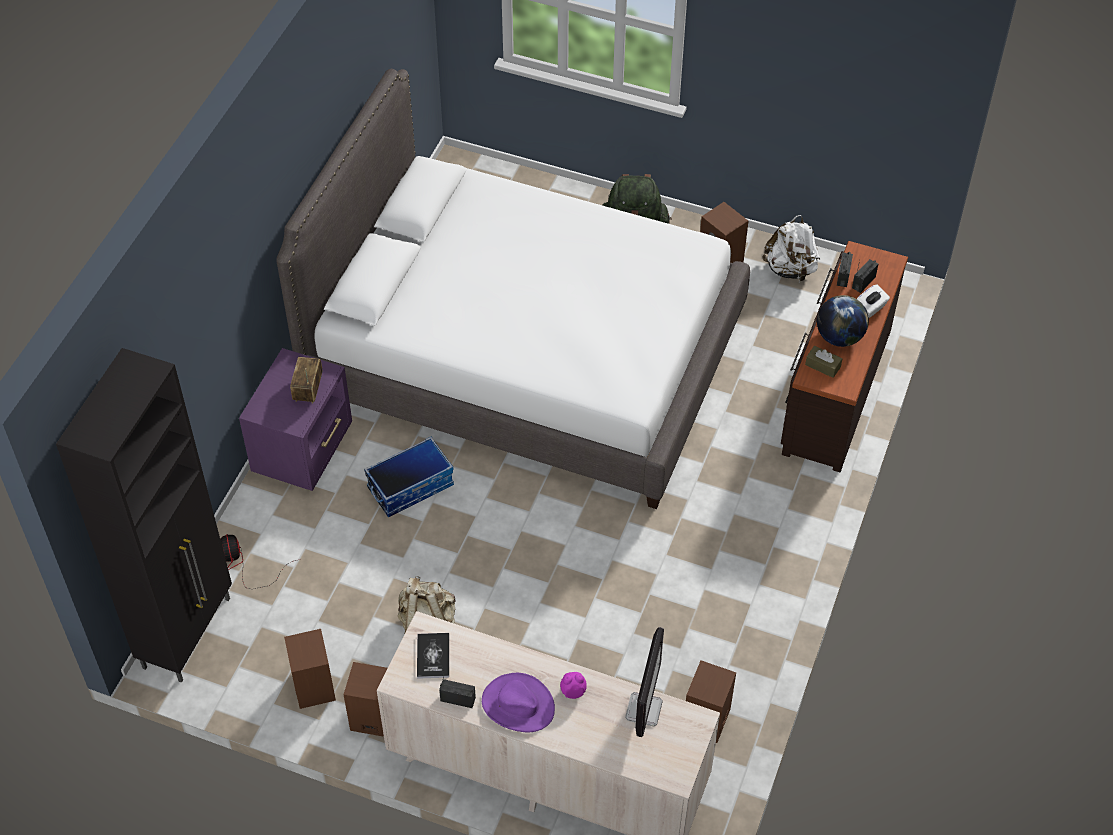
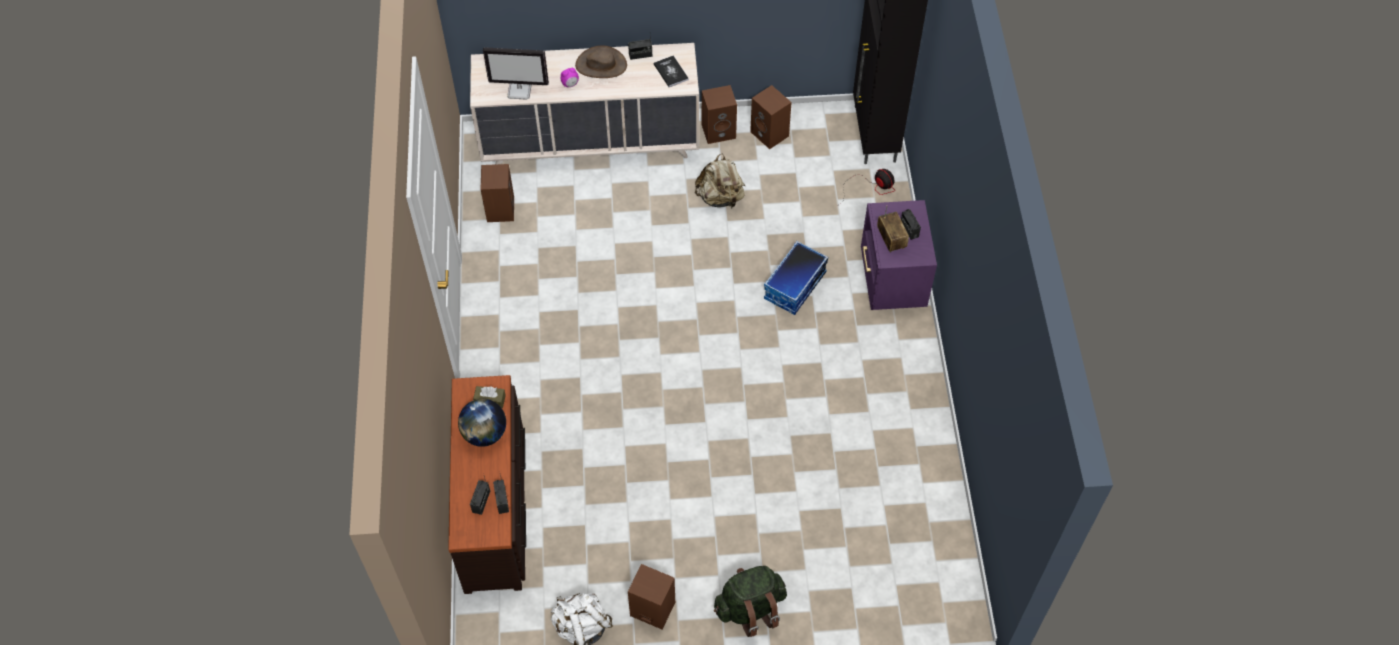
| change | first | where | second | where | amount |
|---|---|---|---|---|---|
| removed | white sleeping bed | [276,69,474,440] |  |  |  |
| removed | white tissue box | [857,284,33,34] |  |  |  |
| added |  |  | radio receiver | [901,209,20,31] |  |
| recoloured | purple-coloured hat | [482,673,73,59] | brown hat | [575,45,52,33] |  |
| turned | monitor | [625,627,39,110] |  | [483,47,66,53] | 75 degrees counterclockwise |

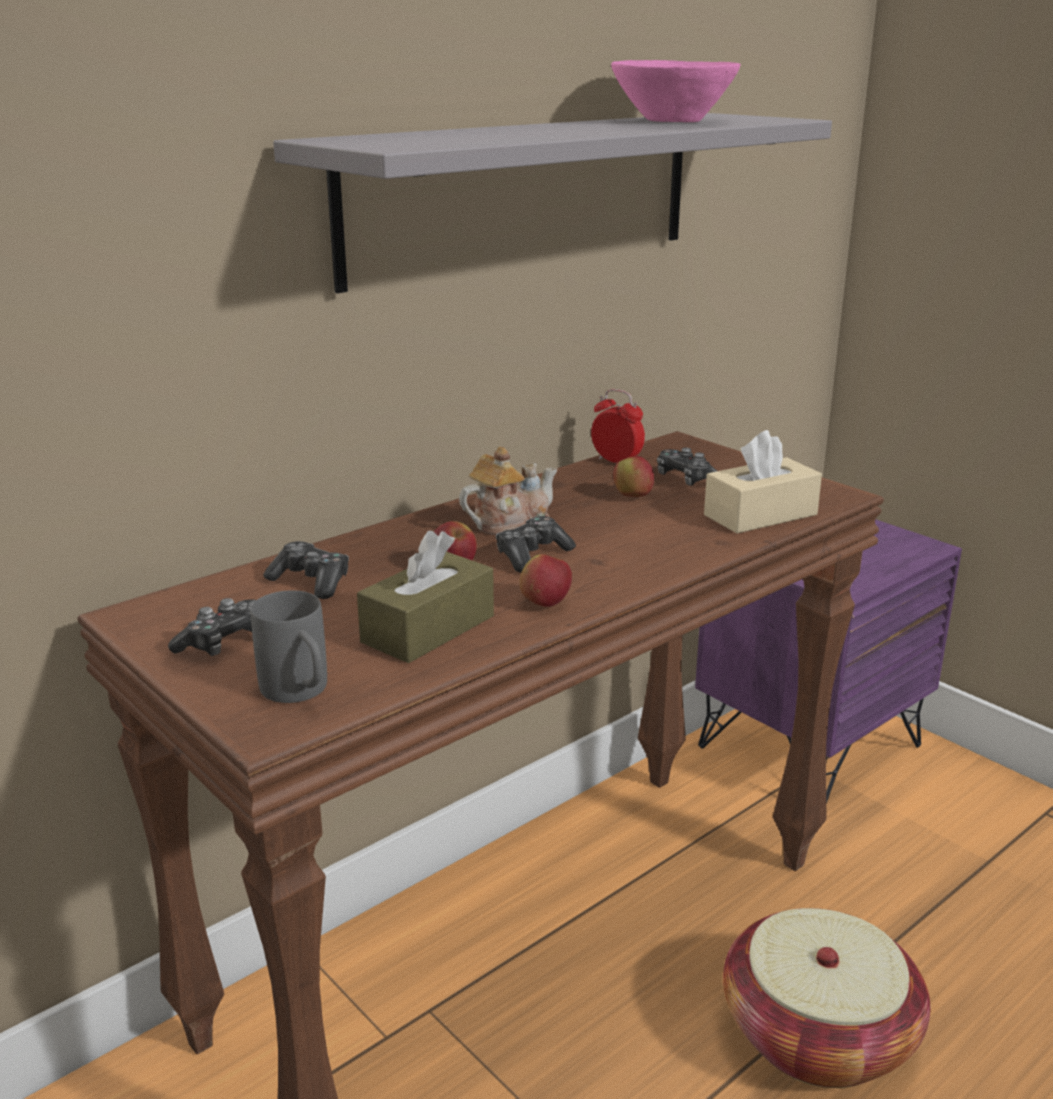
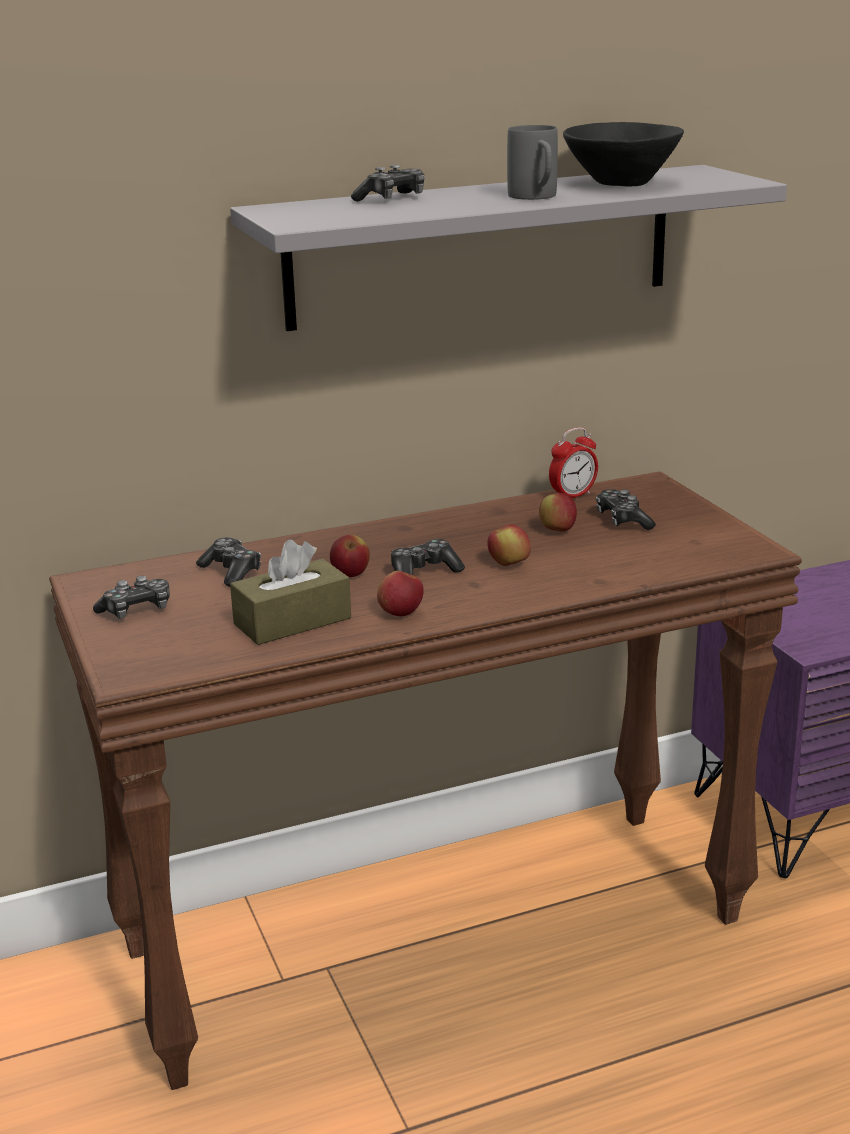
| change | first | where | second | where | amount |
|---|---|---|---|---|---|
| removed | pot for tea | [459,447,98,88] |  |  |  |
| removed | beige-coloured tissue box | [704,430,118,103] |  |  |  |
| removed | household basket | [723,908,207,180] |  |  |  |
| added |  |  | joypad | [351,165,74,37] |  |
| added |  |  | apple fruit | [487,524,44,42] |  |
| moved | greyish coffee mug | [251,590,76,113] |  | [507,125,51,75] |  |
| recoloured | pink bowl | [611,60,130,62] | blackish bowl | [563,122,121,64] |  |
| turned | table clock | [591,389,54,74] |  | [549,427,49,71] | 90 degrees clockwise |

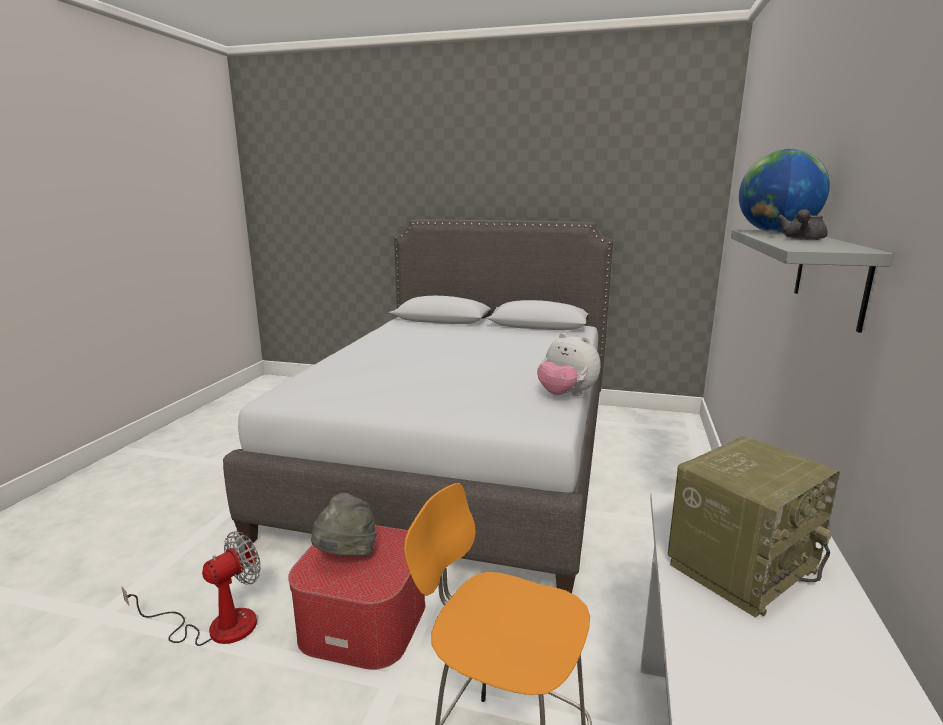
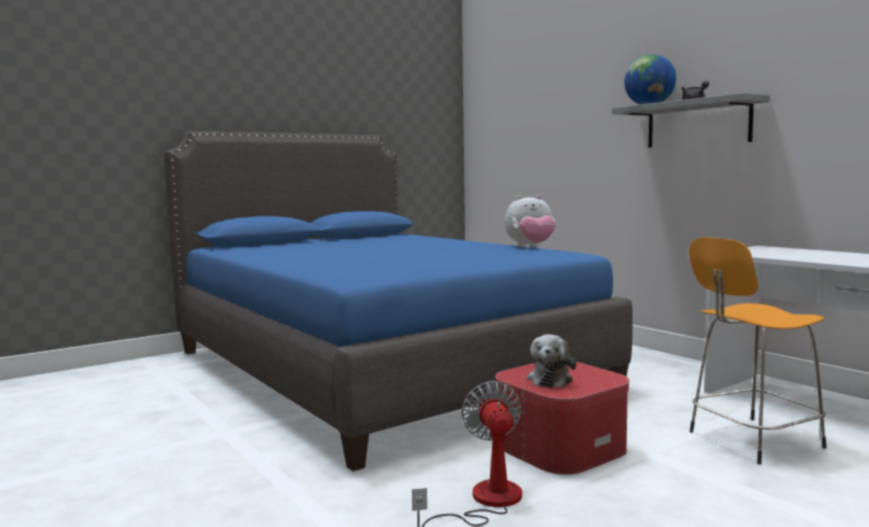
| change | first | where | second | where | amount |
|---|---|---|---|---|---|
| removed | radio receiver | [668,436,172,182] |  |  |  |
| replaced | greyish hat | [311,493,66,62] | cuddly toy | [527,334,49,54] |  |
| recoloured | greyish sleeping bed | [223,220,390,373] | blue-coloured sleeping bed | [164,131,469,340] |  |

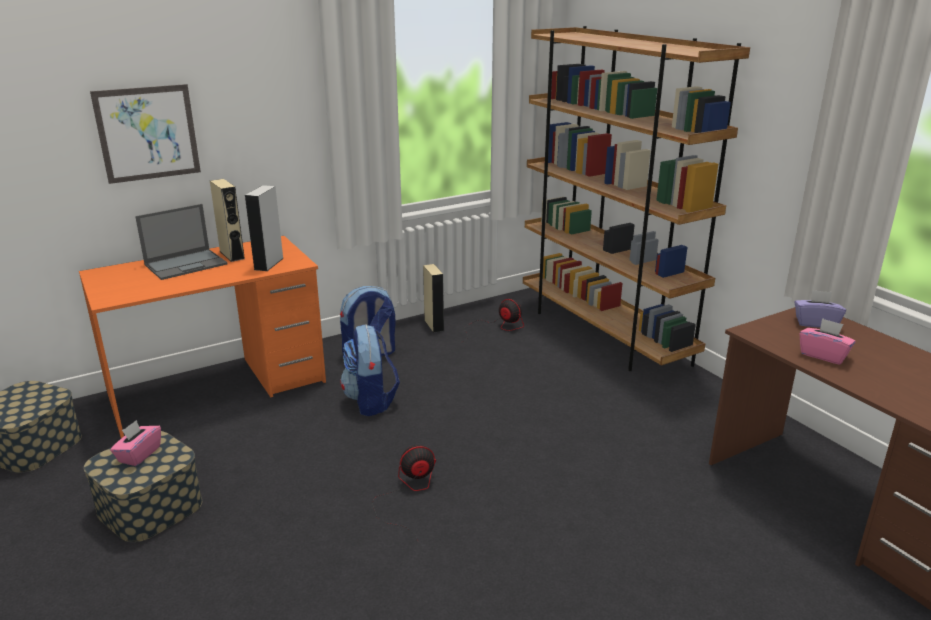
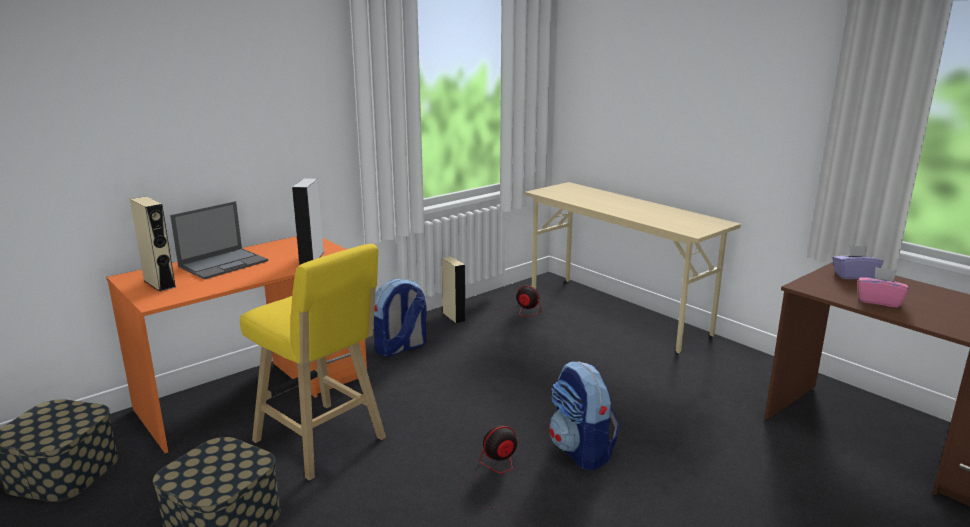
| change | first | where | second | where | amount |
|---|---|---|---|---|---|
| removed | picture | [90,84,111,100] |  |  |  |
| removed | pink tissue box | [110,420,51,46] |  |  |  |
| added |  |  | yellow sitting stool | [240,244,146,236] |  |
| moved | beige-coloured audio speaker | [210,179,35,83] |  | [130,196,46,96] |  |
| moved | knapsack | [340,324,60,92] |  | [549,361,71,109] |  |
| replaced | brown bookshelf | [523,26,227,345] | beige-coloured desk table | [525,182,216,171] |  |

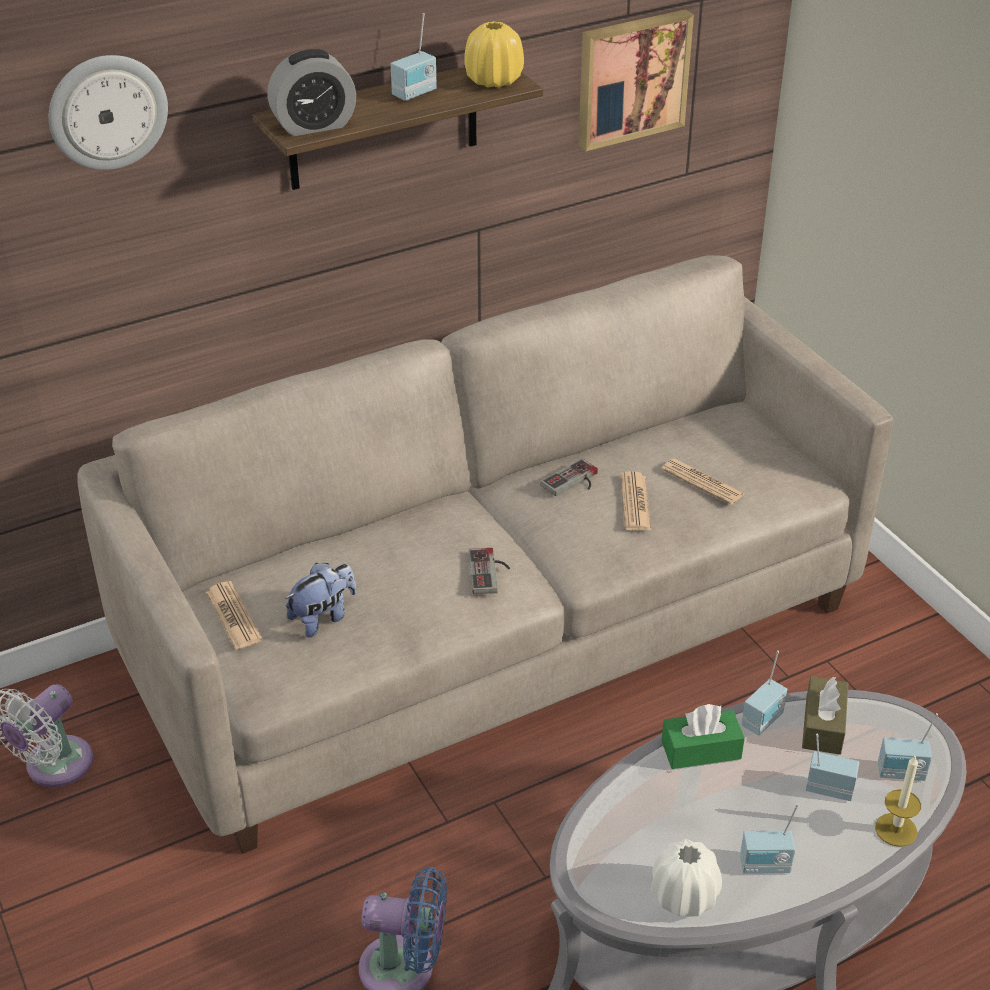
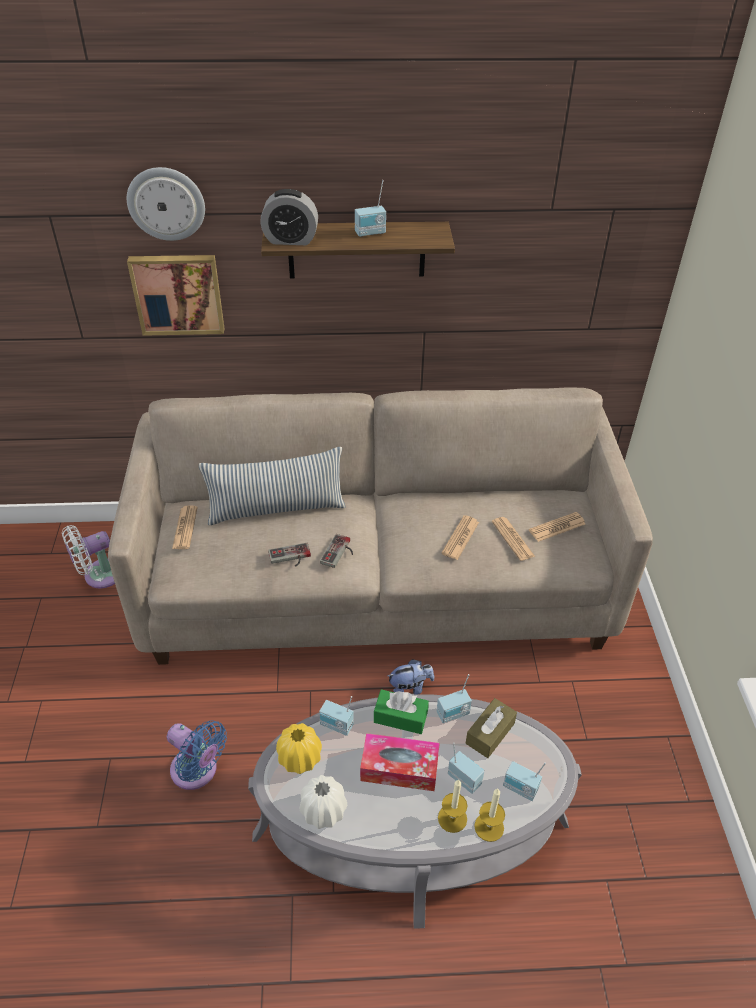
| change | first | where | second | where | amount |
|---|---|---|---|---|---|
| added |  |  | cushion | [199,447,147,78] |  |
| added |  |  | tissue box | [360,733,80,58] |  |
| added |  |  | candle | [438,779,29,54] |  |
| added |  |  | printed paper | [529,512,56,30] |  |
| moved | cuddly toy | [285,563,72,75] |  | [387,659,47,36] |  |
| moved | yellow vase | [464,21,60,67] |  | [276,723,46,51] |  |
| moved | joypad | [541,458,57,38] |  | [268,543,43,24] |  |
| moved | picture | [579,9,115,142] |  | [127,255,98,81] |  |
| moved | radio receiver | [740,804,59,69] |  | [319,696,35,40] |  |

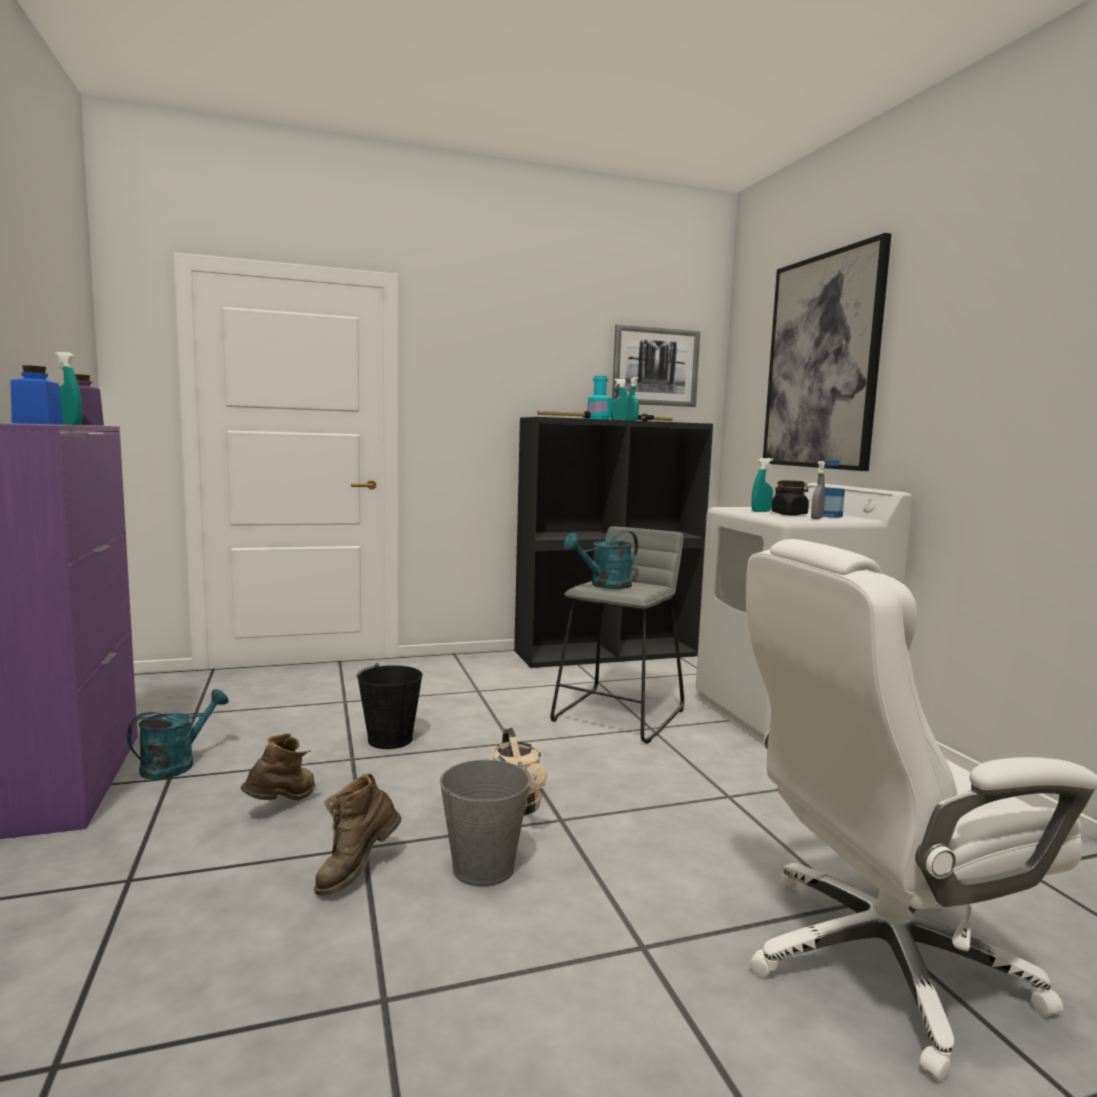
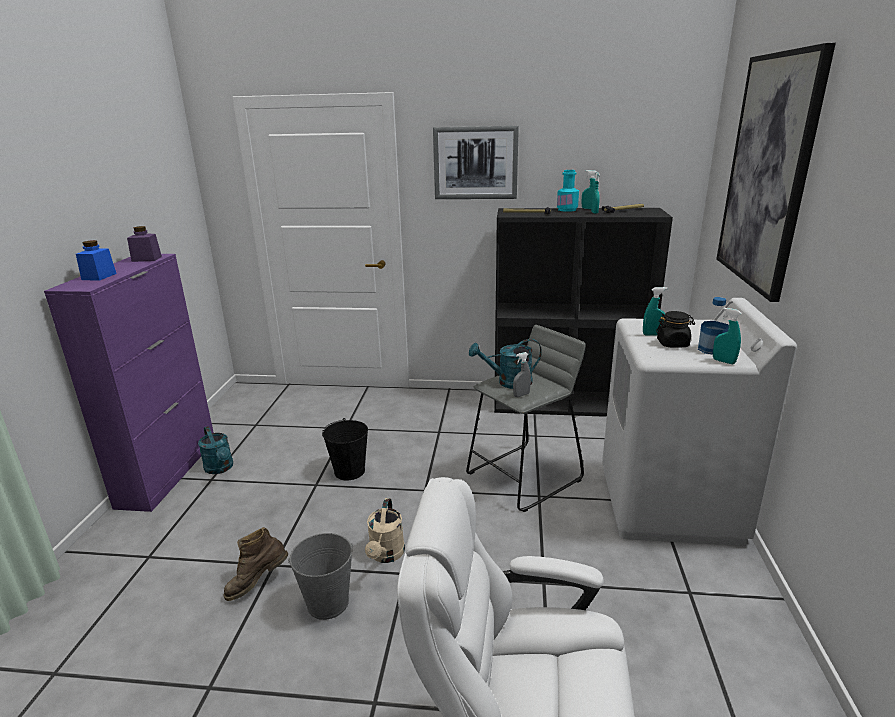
| change | first | where | second | where | amount |
|---|---|---|---|---|---|
| removed | brown tall boot | [241,733,74,68] |  |  |  |
| moved | turquoise-coloured spray bottle | [55,352,27,73] |  | [713,307,29,57] |  |
| moved | picture | [612,324,88,83] |  | [433,126,86,73] |  |
| moved | greyish spray bottle | [811,461,14,58] |  | [513,352,18,45] |  |
| turned | turquoise-coloured watering can | [127,689,102,91] |  | [198,426,35,48] | 90 degrees clockwise |

